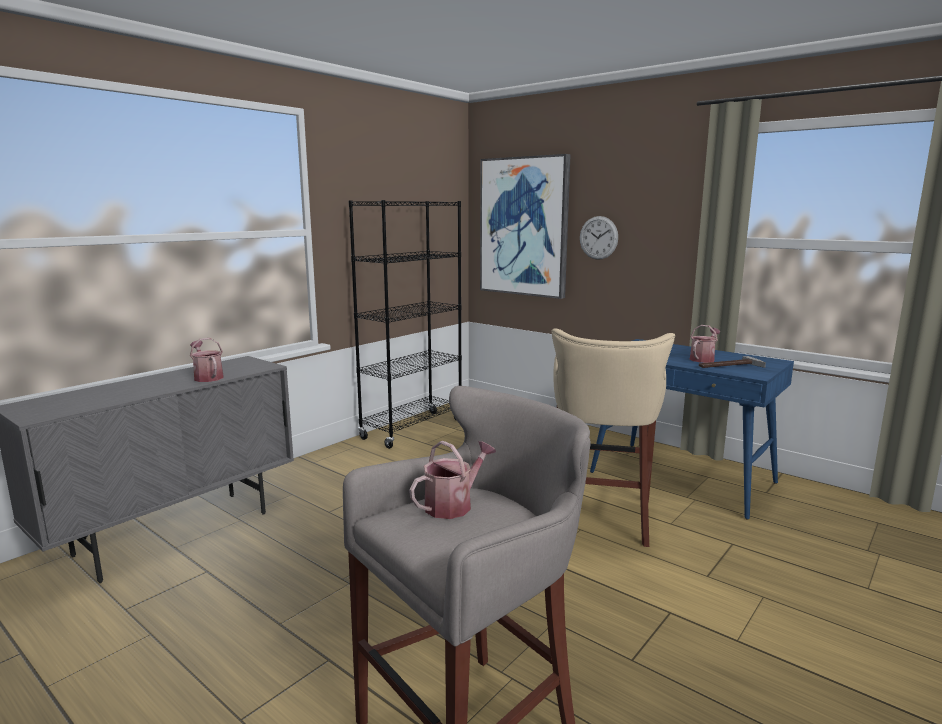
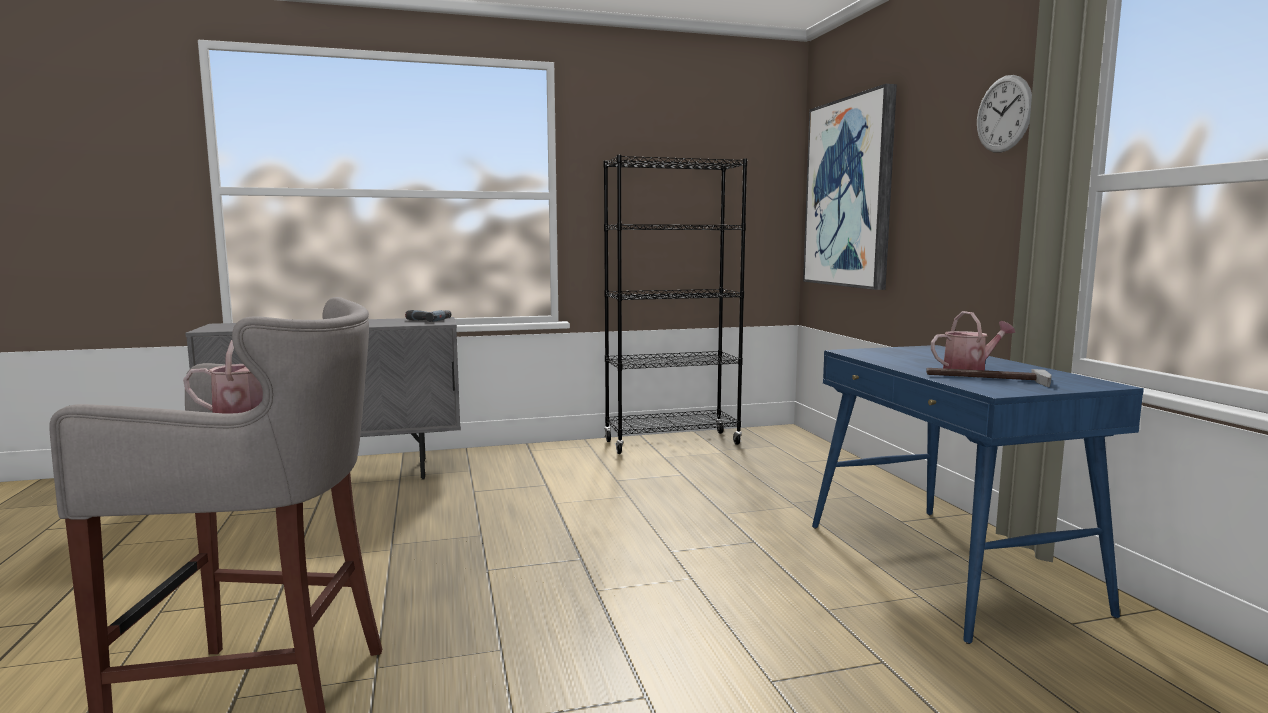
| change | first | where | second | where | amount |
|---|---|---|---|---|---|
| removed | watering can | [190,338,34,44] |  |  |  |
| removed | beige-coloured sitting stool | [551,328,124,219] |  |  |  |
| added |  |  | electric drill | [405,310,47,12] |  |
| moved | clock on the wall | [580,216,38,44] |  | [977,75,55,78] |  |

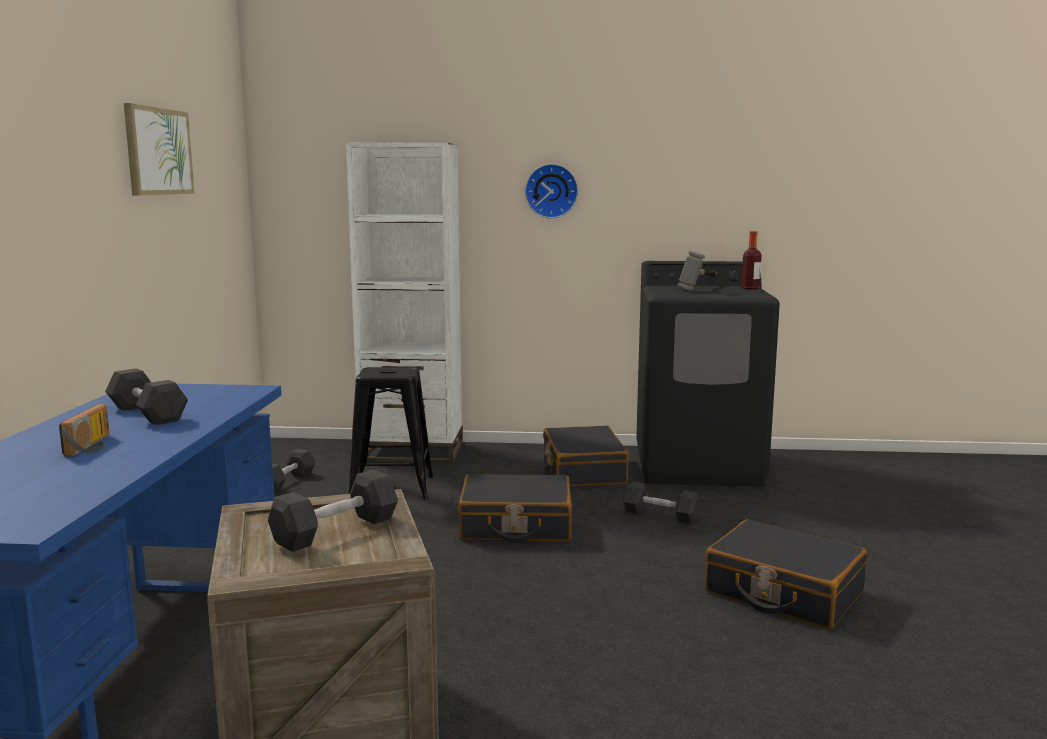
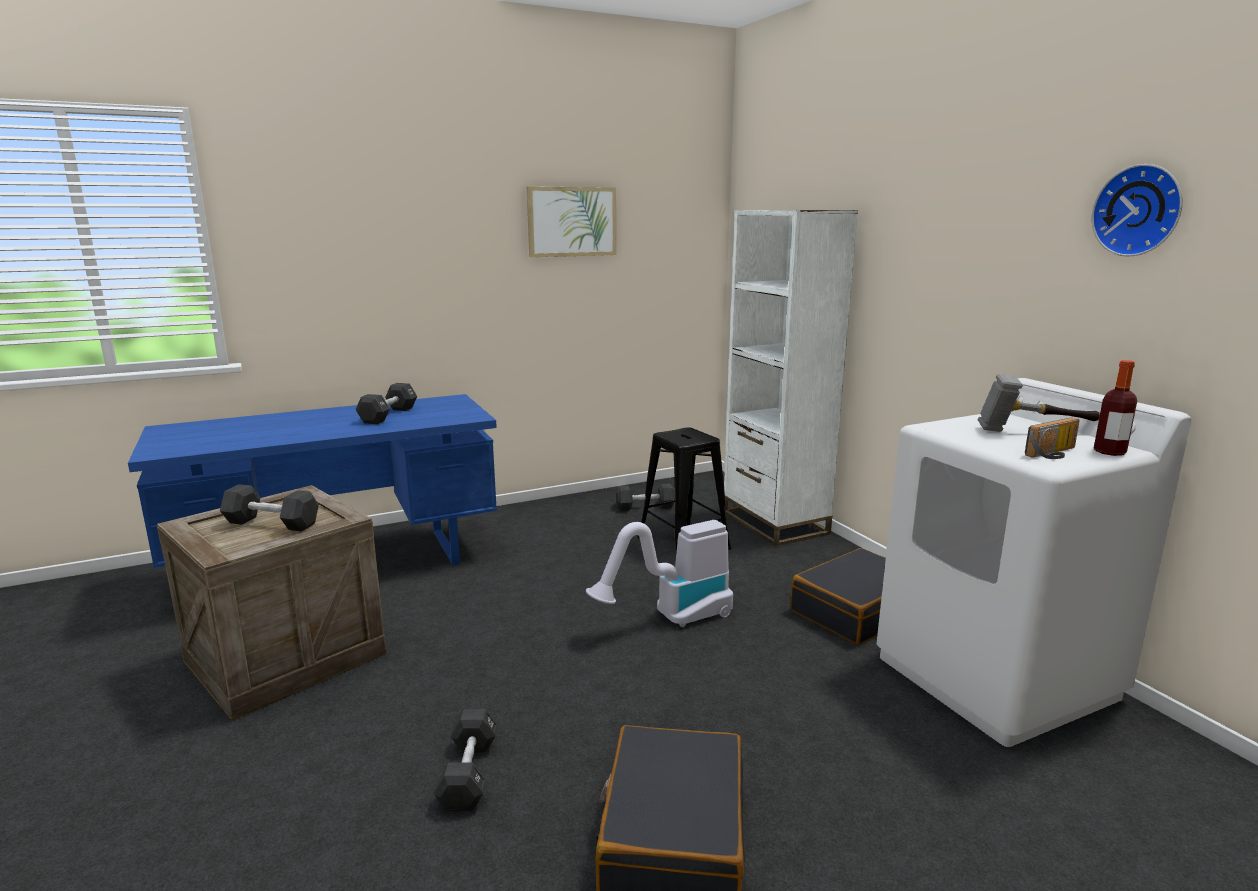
| change | first | where | second | where | amount |
|---|---|---|---|---|---|
| moved | radio receiver | [59,404,51,52] |  | [1025,417,55,42] |  |
| moved | clock on the wall | [525,164,53,54] |  | [1092,164,91,93] |  |
| moved | blackish free weight | [622,481,78,43] |  | [434,709,64,103] |  |
| replaced | blackish travel case | [458,474,114,69] | hoover | [586,520,147,107] |  |
| recoloured | blackish laundry appliance | [636,261,144,226] | white laundry appliance | [877,378,314,369] |  |

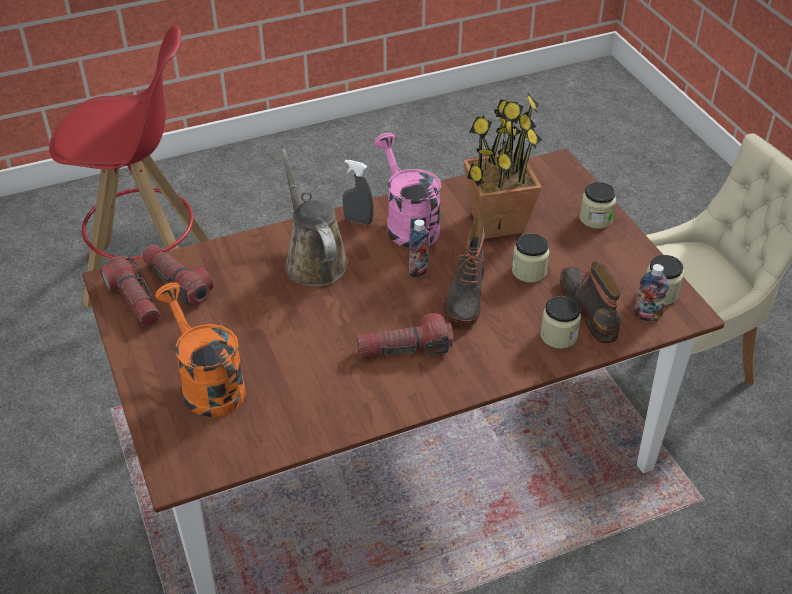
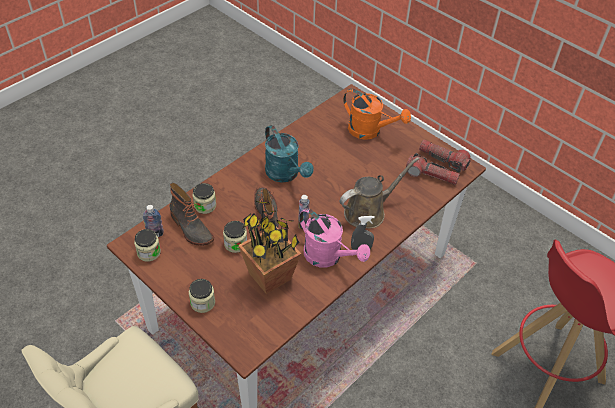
| change | first | where | second | where | amount |
|---|---|---|---|---|---|
| replaced | hand torch | [357,313,97,44] | turquoise-coloured watering can | [265,125,49,58] |  |
| turned | brown watering can | [281,149,67,138] |  | [340,157,79,72] | 75 degrees counterclockwise |

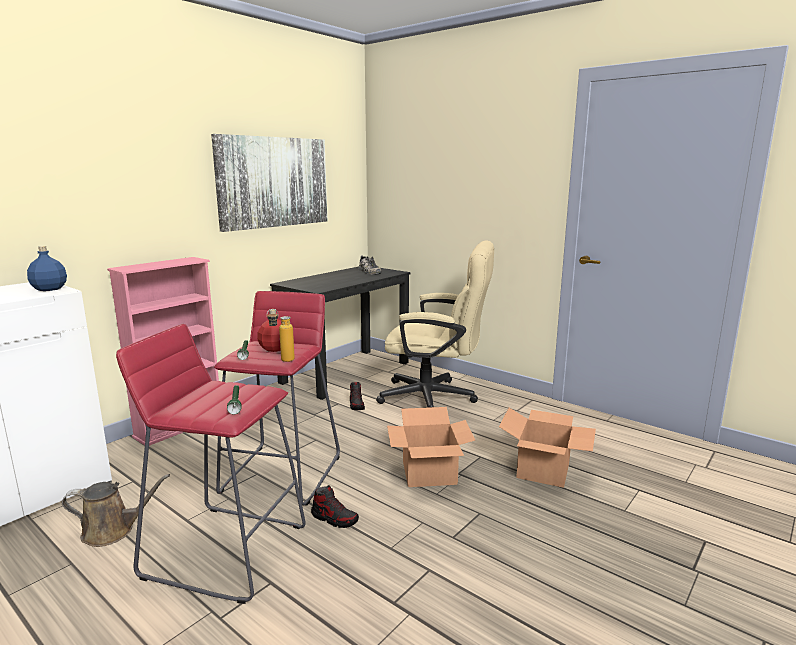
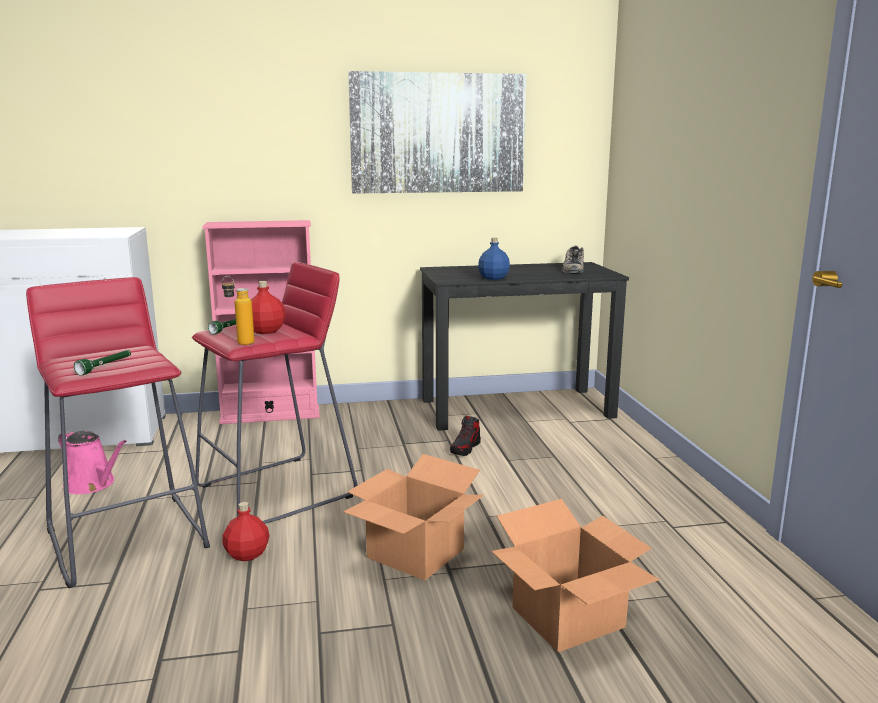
| change | first | where | second | where | amount |
|---|---|---|---|---|---|
| removed | beige-coloured desk chair | [376,240,118,168] |  |  |  |
| moved | blue-coloured beverage bottle | [27,246,40,45] |  | [478,238,32,42] |  |
| replaced | item of footwear | [311,485,48,43] | red beverage bottle | [222,502,47,59] |  |
| recoloured | brown watering can | [62,474,108,73] | pink watering can | [58,430,69,64] |  |

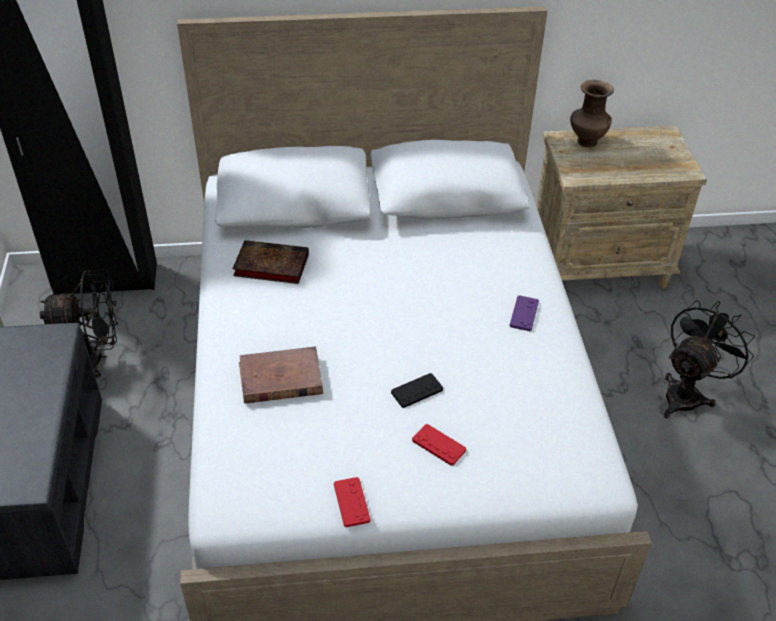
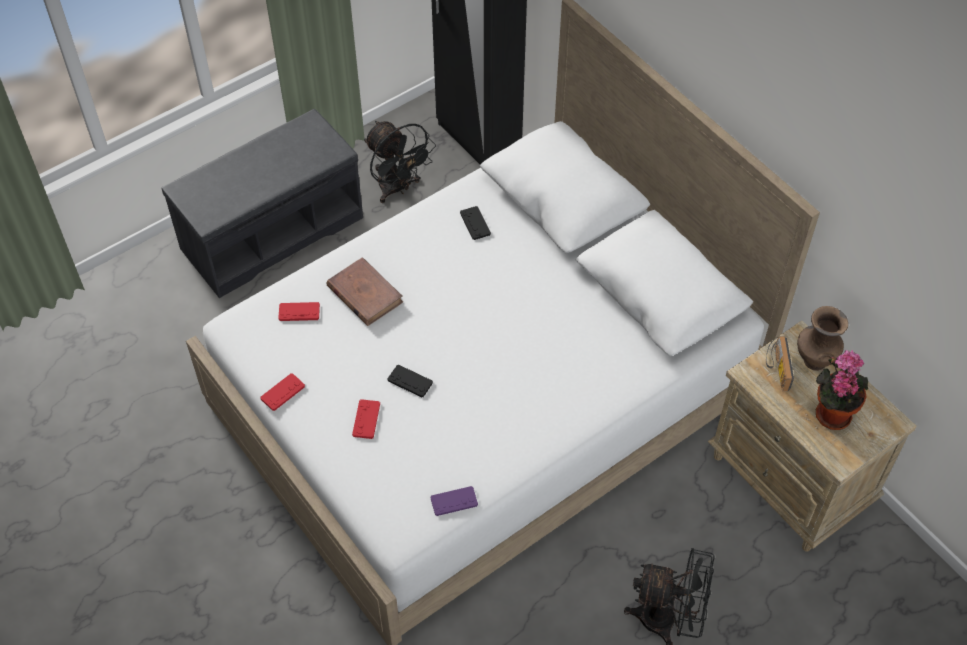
| change | first | where | second | where | amount |
|---|---|---|---|---|---|
| added |  |  | red joypad | [278,302,42,19] |  |
| added |  |  | radio receiver | [766,336,28,55] |  |
| added |  |  | plant in a pot | [816,350,52,80] |  |
| moved | purple-coloured joypad | [510,295,29,36] |  | [430,486,48,30] |  |
| replaced | volume | [232,240,77,44] | blackish joypad | [460,206,31,34] |  |

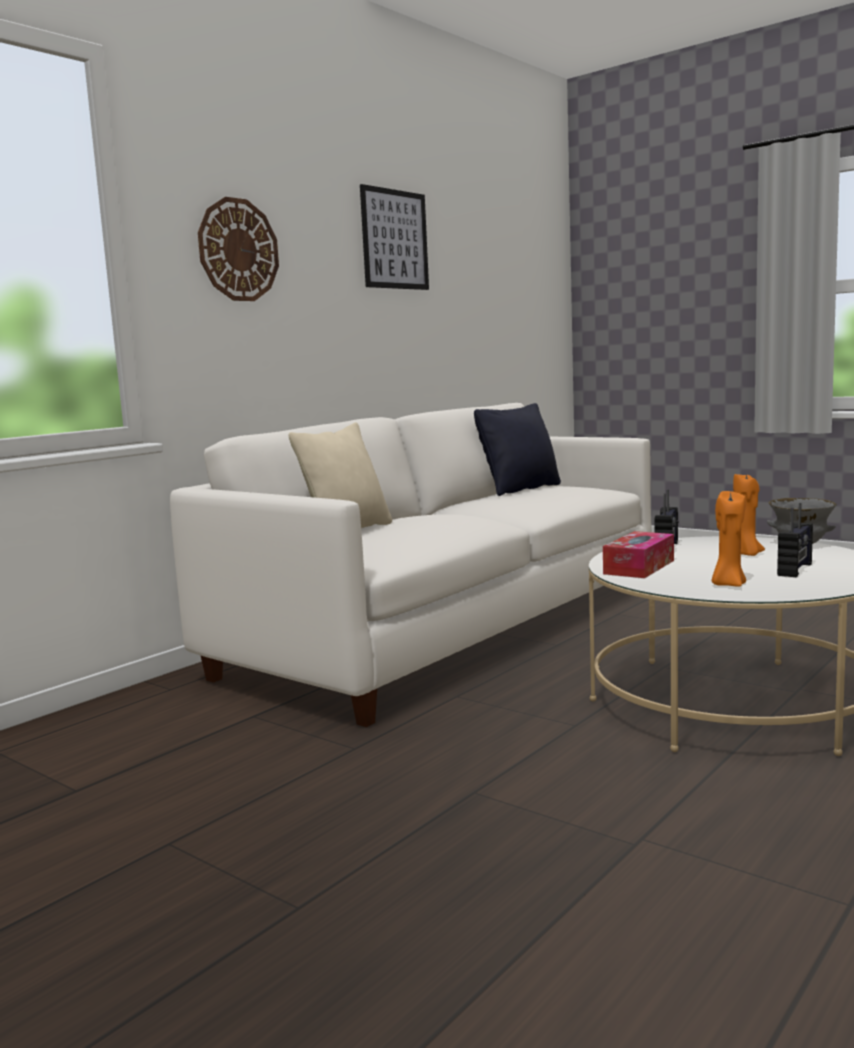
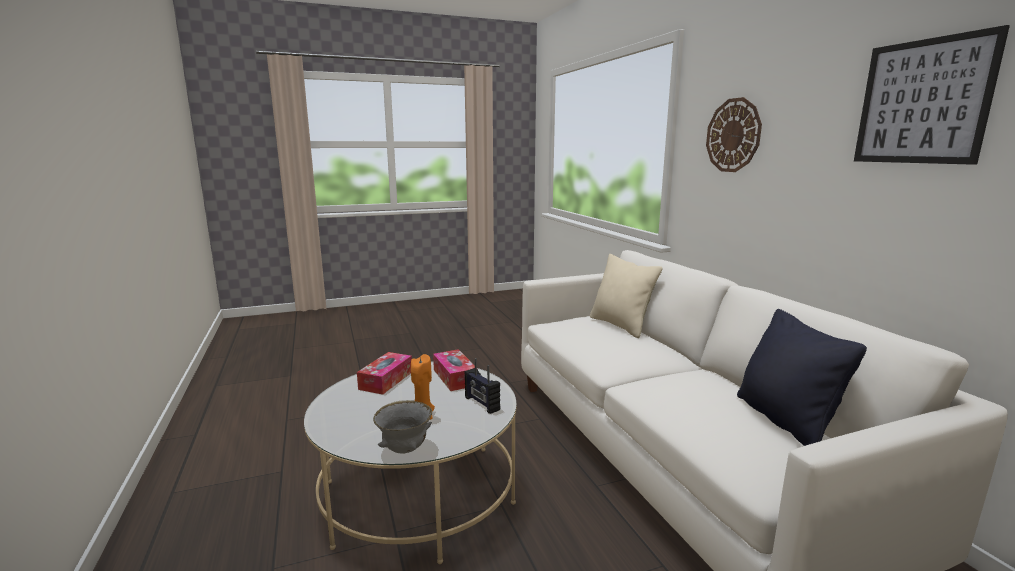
| change | first | where | second | where | amount |
|---|---|---|---|---|---|
| removed | radio receiver | [777,503,36,74] |  |  |  |
| replaced | orange-coloured candle | [712,491,34,96] | tissue box | [357,352,55,43] |  |

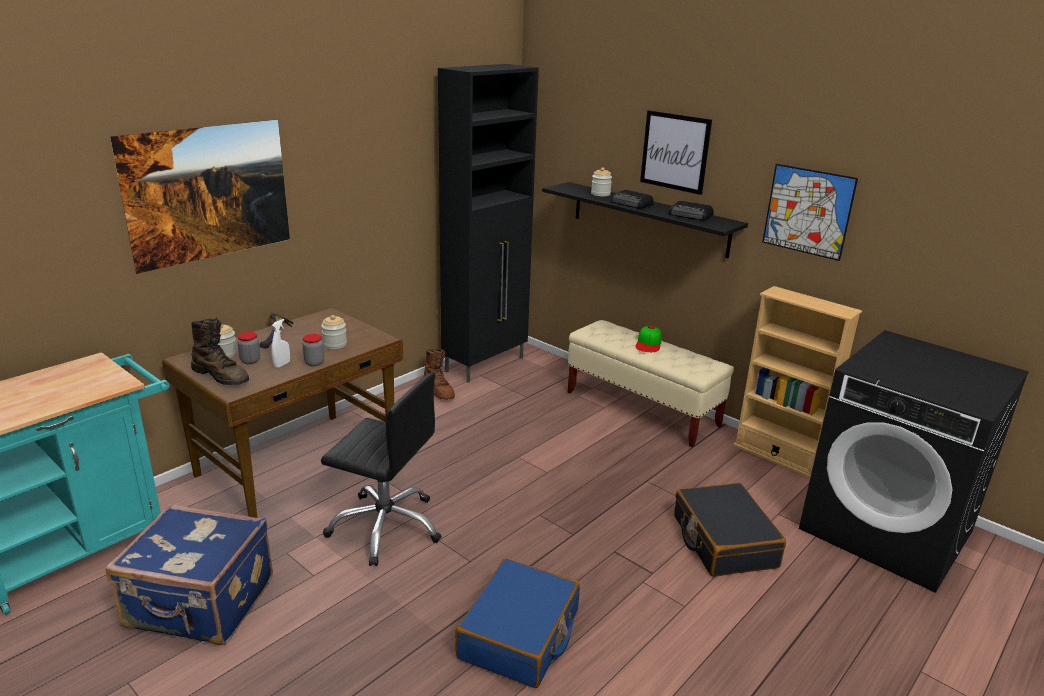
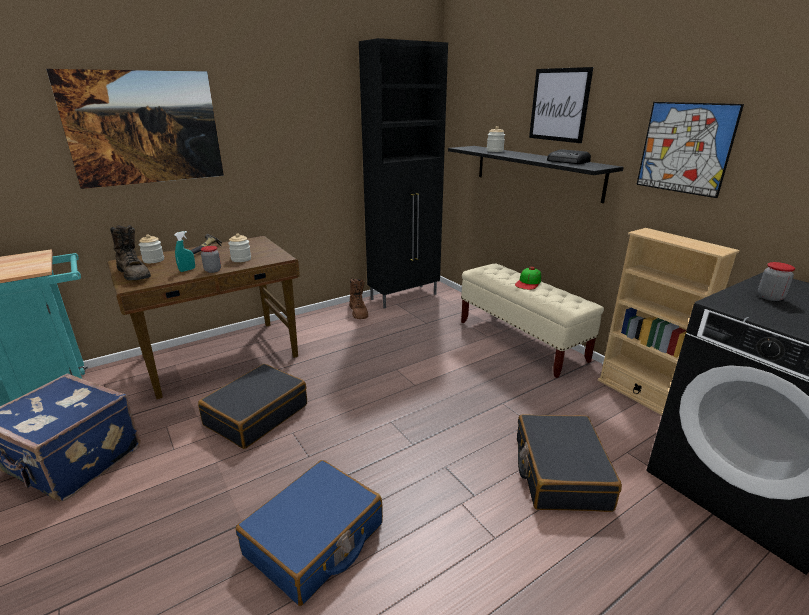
| change | first | where | second | where | amount |
|---|---|---|---|---|---|
| removed | radio receiver | [611,190,43,19] |  |  |  |
| moved | preserve jar | [237,332,23,32] |  | [758,262,37,39] |  |
| replaced | blackish desk chair | [321,372,121,194] | blackish travel case | [198,364,109,85] |  |
| recoloured | white spray bottle | [271,319,19,49] | turquoise-coloured spray bottle | [174,231,21,41] |  |

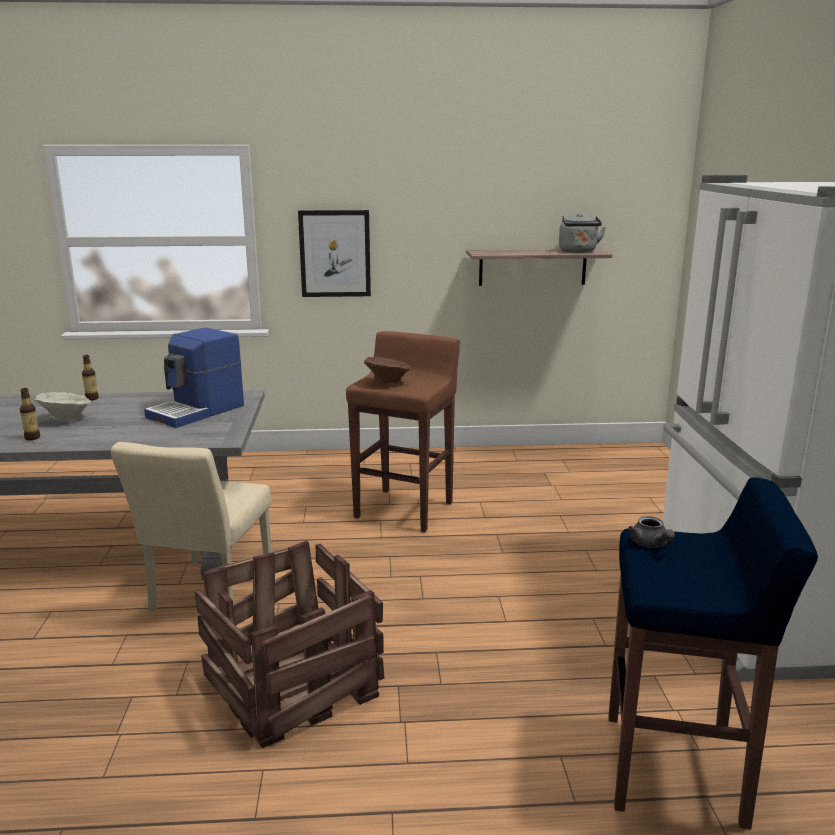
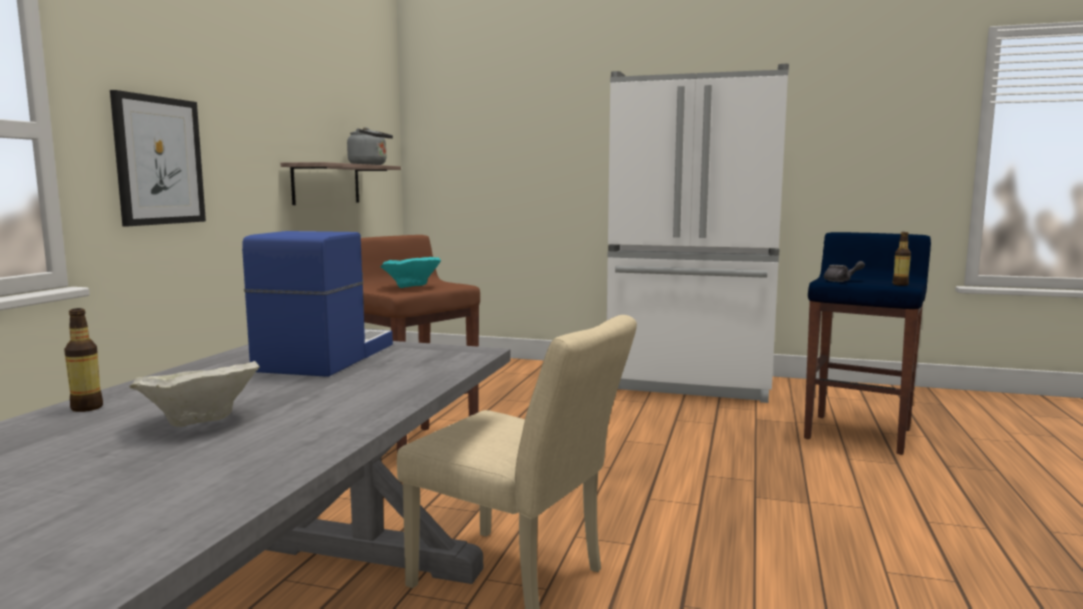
| change | first | where | second | where | amount |
|---|---|---|---|---|---|
| removed | packing crate | [194,540,191,208] |  |  |  |
| moved | beverage bottle | [20,388,20,52] |  | [892,232,19,54] |  |
| recoloured | brown bowl | [364,357,47,26] | turquoise-coloured bowl | [381,257,60,31] |  |
| turned | coffee brewer | [144,328,100,100] |  | [242,231,151,146] | 135 degrees counterclockwise |

